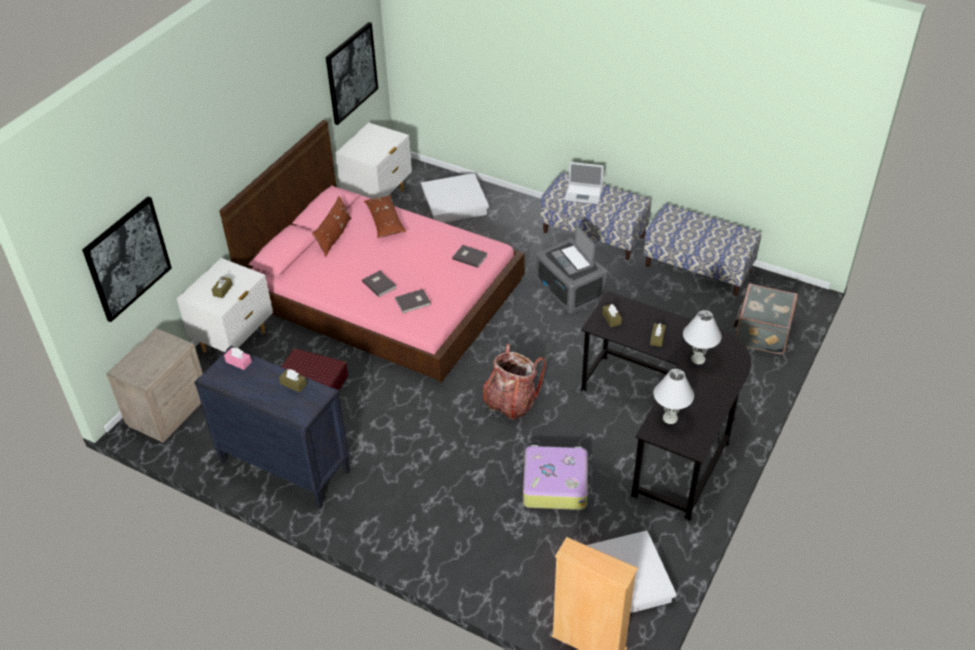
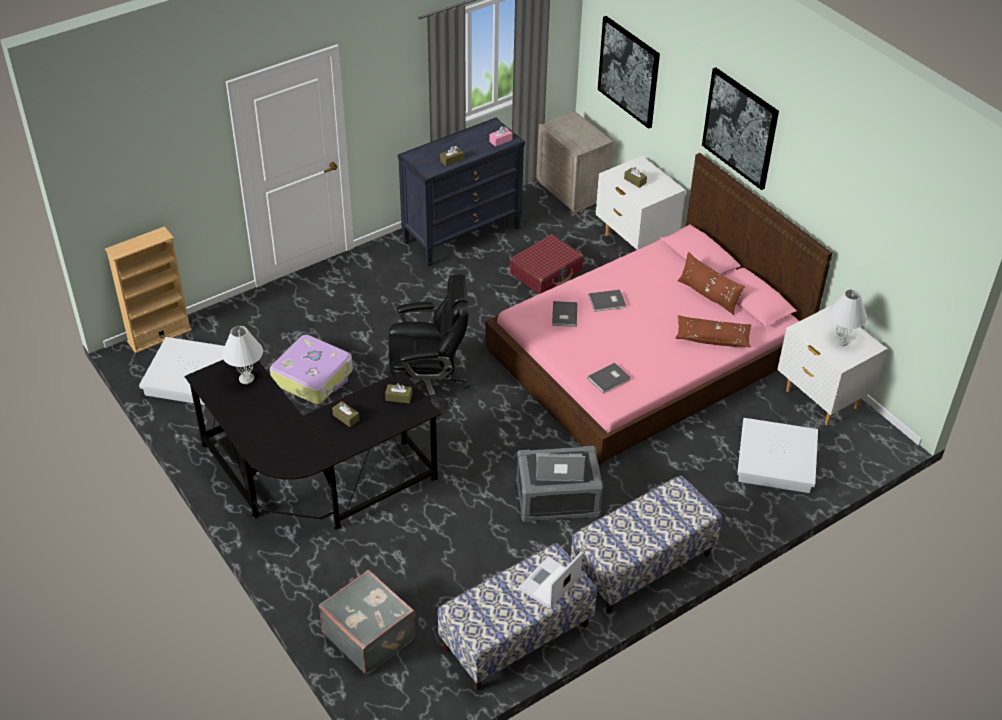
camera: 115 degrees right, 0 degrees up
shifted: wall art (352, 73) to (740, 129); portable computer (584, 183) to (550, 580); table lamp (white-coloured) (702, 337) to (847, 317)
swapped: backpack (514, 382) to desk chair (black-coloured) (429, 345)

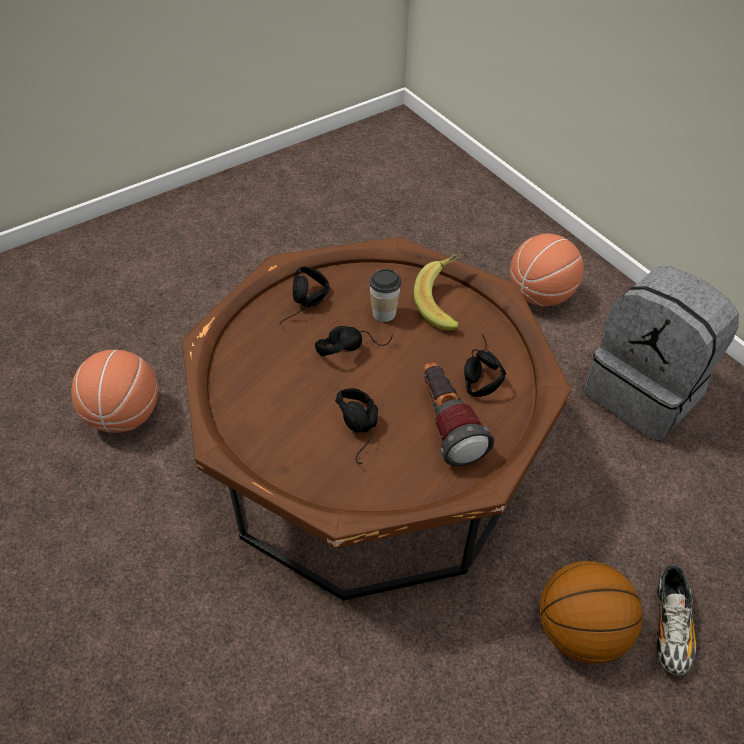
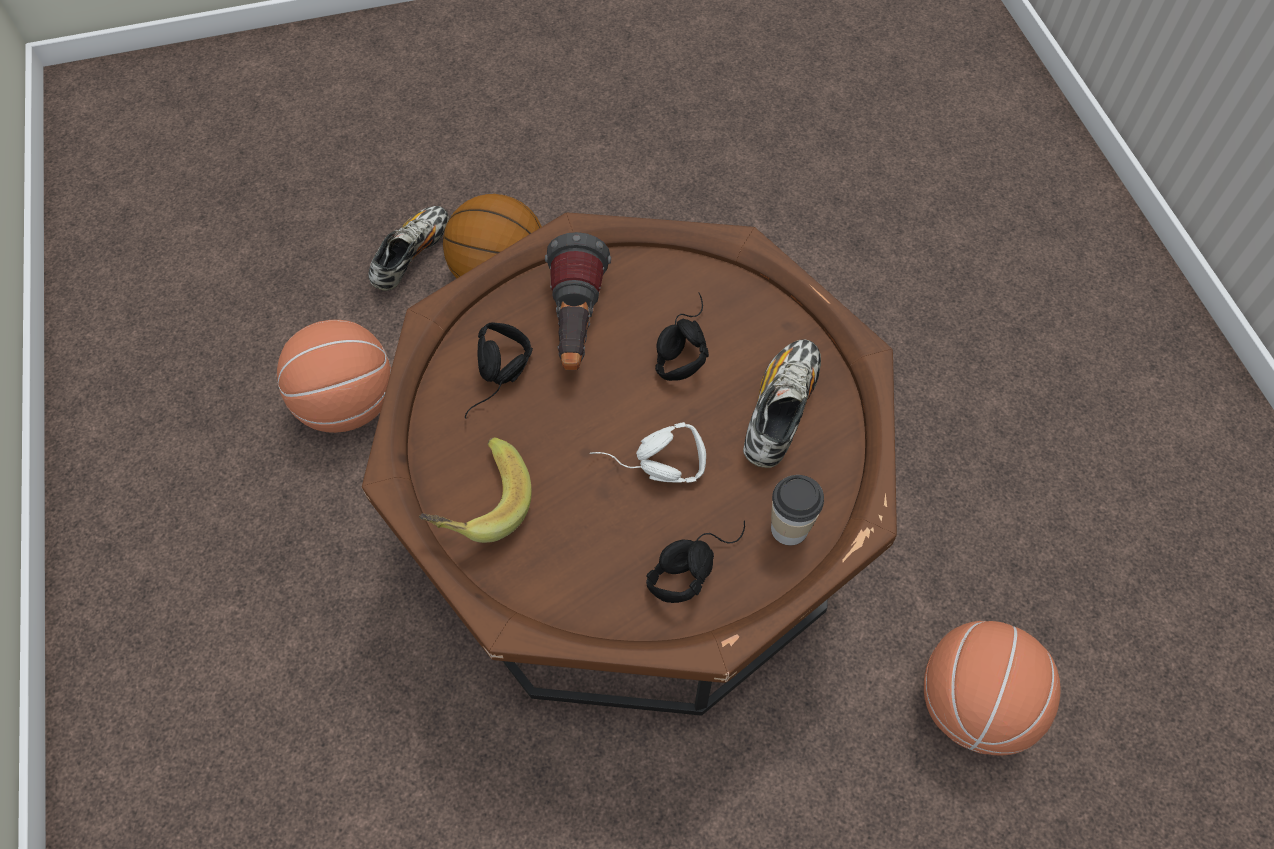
camera: 160 degrees left, 10 degrees up
gone: backpack (gray) (661, 353)
new: low shoe (782, 403)
shifted: drinking cup (385, 295) to (797, 510); basketball ball (547, 270) to (334, 376)
repainted: pair of headphones (black-coloured) (354, 341) to pair of headphones (white-coloured) (648, 452)

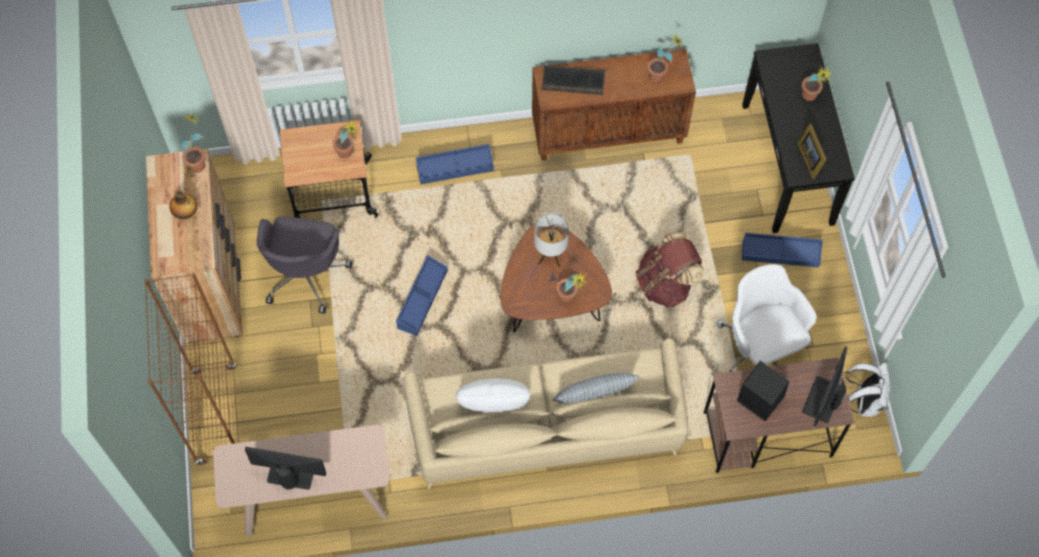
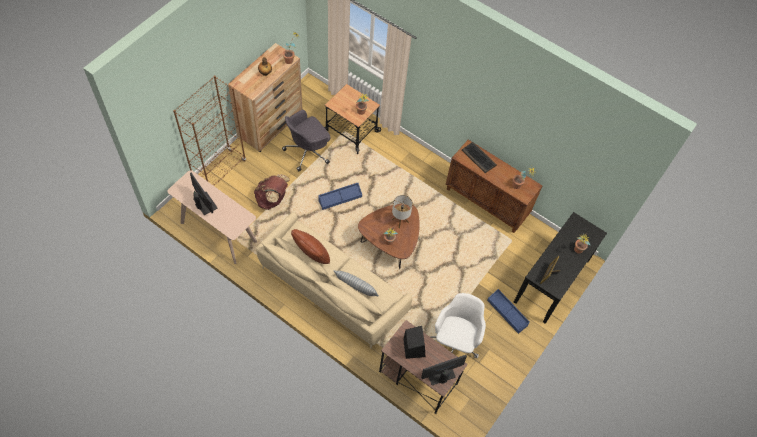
camera: 40 degrees right, 5 degrees down
gone: storage bin (blue) (455, 164); backpack (white-coloured) (868, 390)
shifted: backpack (brown) (670, 270) to (272, 192)
repainted: pillow (white-coloured) (493, 395) to pillow (brown) (310, 246)

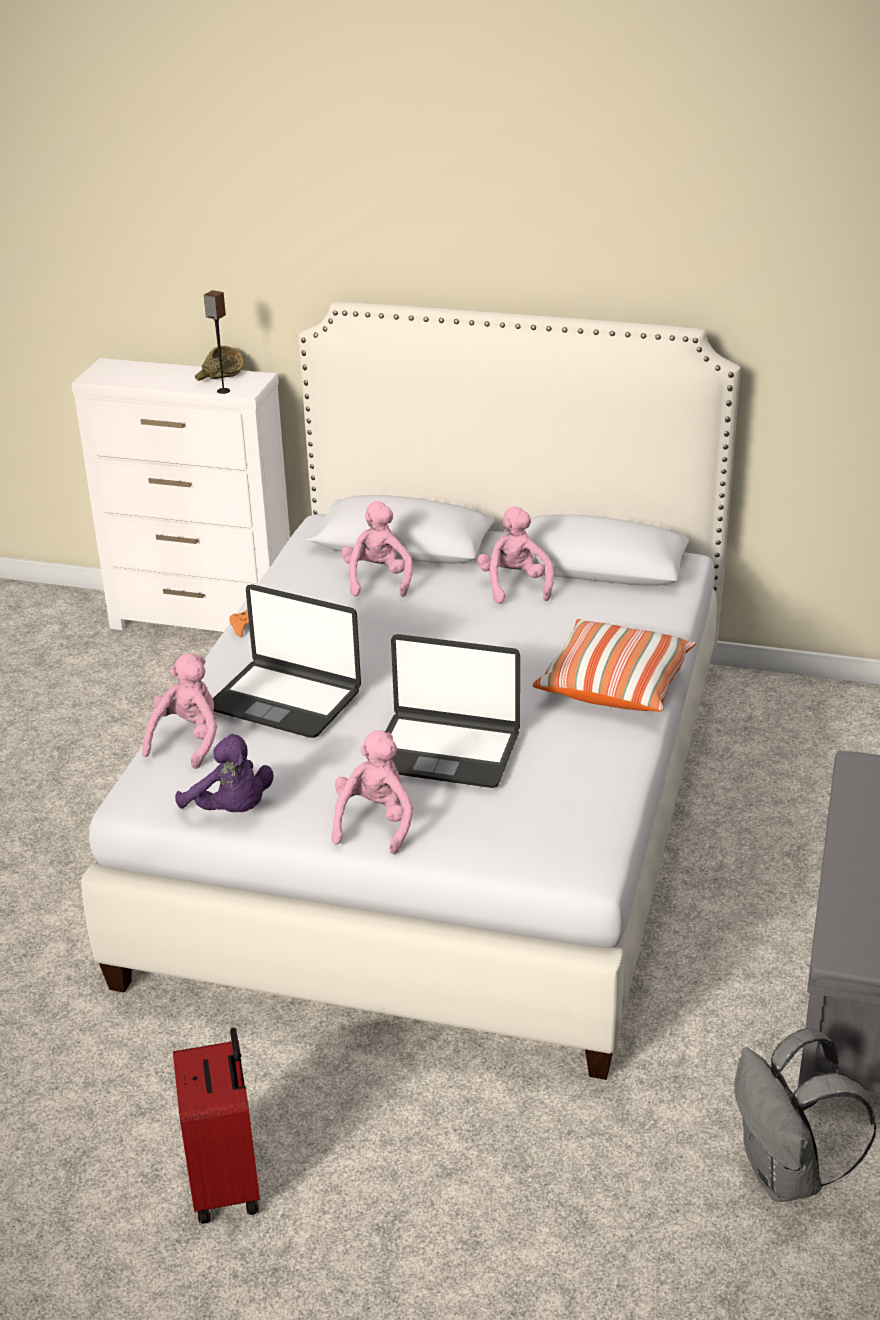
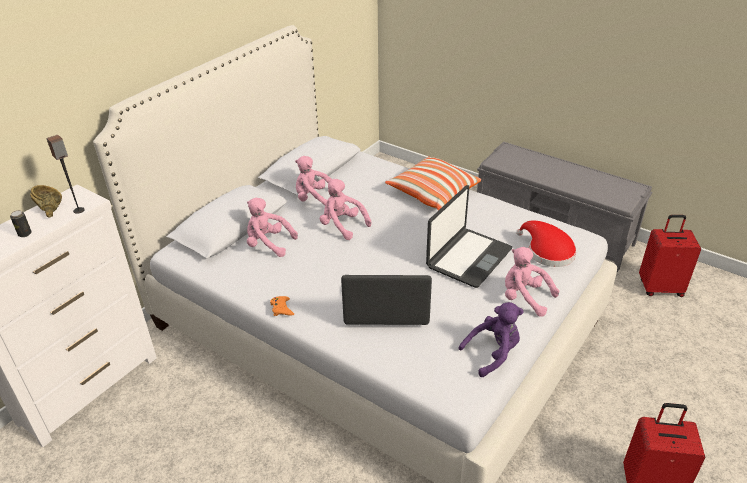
camera: 70 degrees left, 5 degrees up
new: sealed can (21, 223); wearable hat (red) (546, 243)
shifted: soft toy (pinkish) (179, 711) to (345, 209)
swapped: backpack (gray) (805, 1115) to piece of luggage (red) (670, 256)
rotated: portable computer (287, 661) = (386, 300) 135 degrees counterclockwise

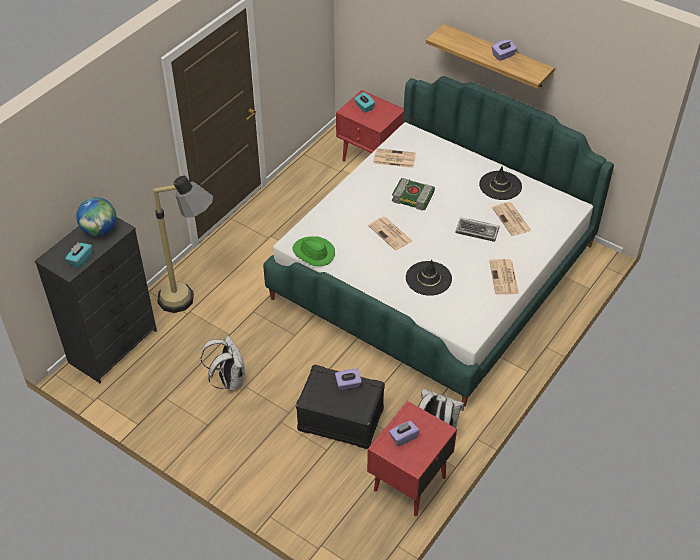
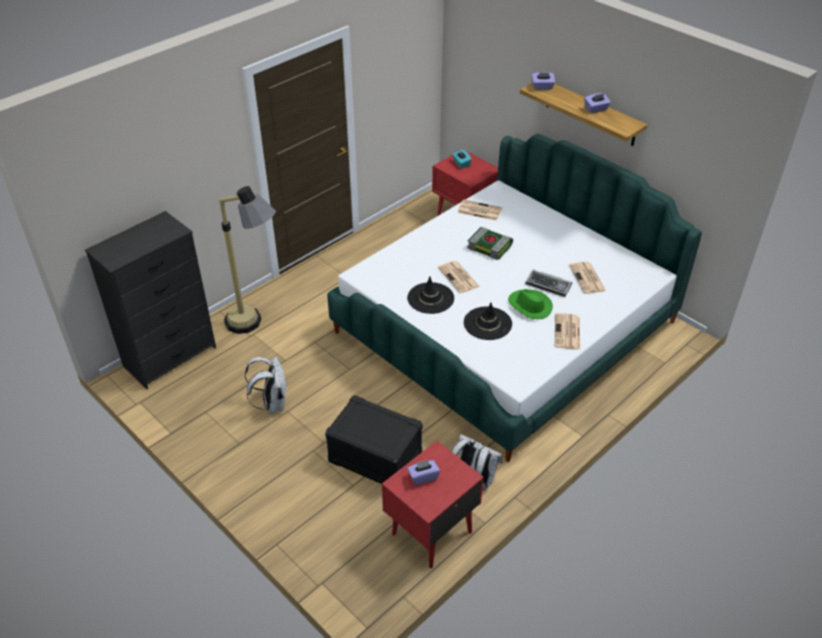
camera: 10 degrees right, 5 degrees down
gone: tissue box (blue-green) (78, 255); globe (96, 216)
shifted: wearable hat (green-coloured) (313, 251) to (530, 304); tissue box (purple-coloured) (348, 379) to (543, 81); wearable hat (black-coloured) (500, 183) to (430, 295)

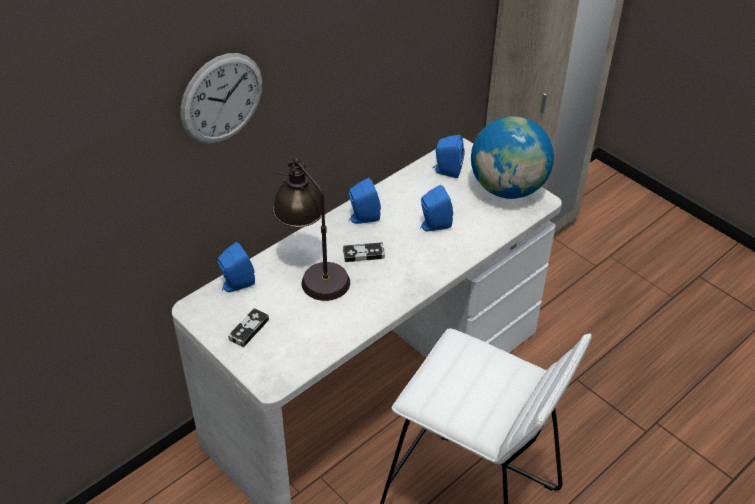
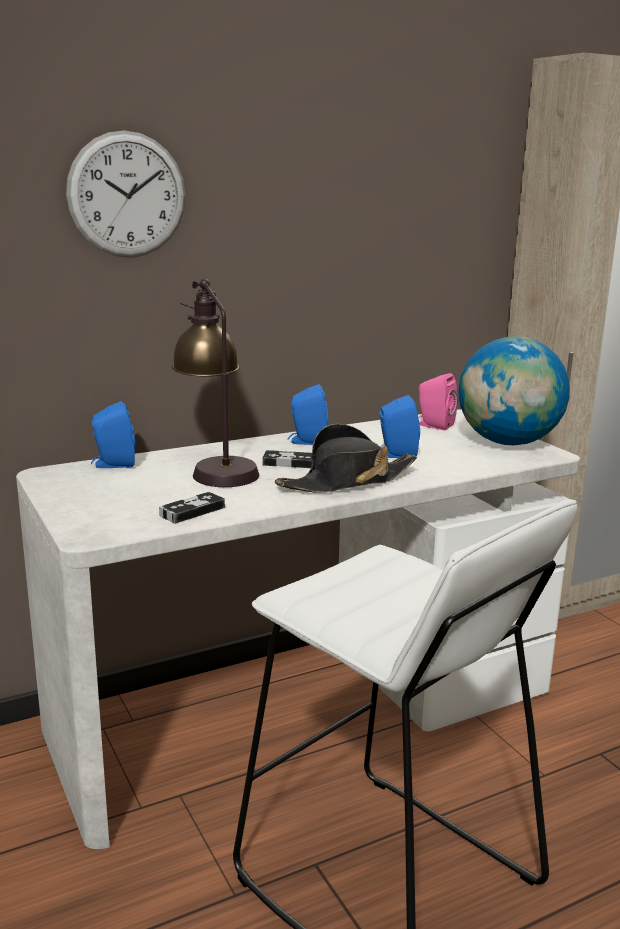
camera: 15 degrees right, 25 degrees down
new: wearable hat (black-coloured) (346, 458)
shifted: joypad (248, 327) to (192, 508)
repainted: speaker (blue) (449, 156) to speaker (pinkish) (438, 401)

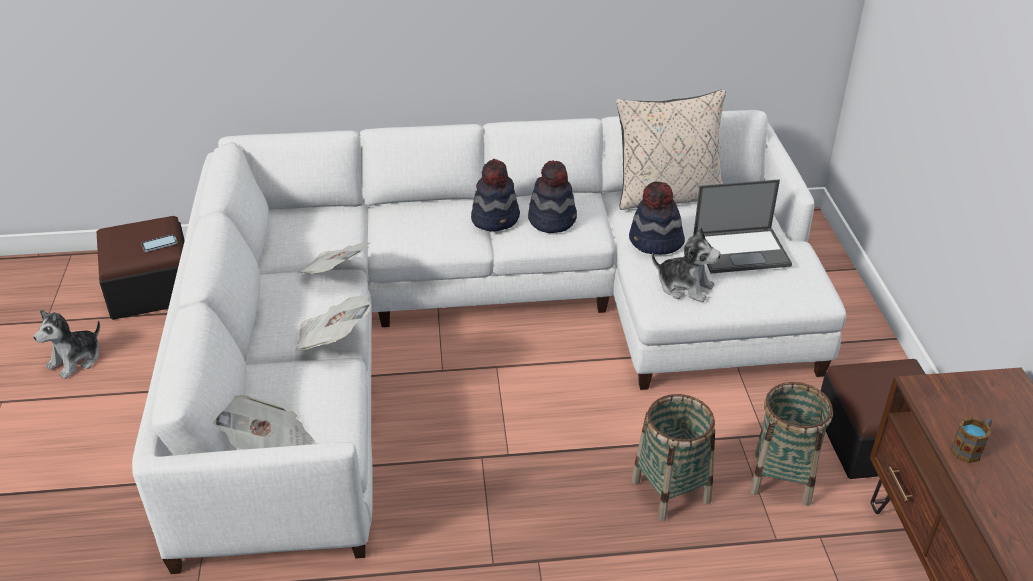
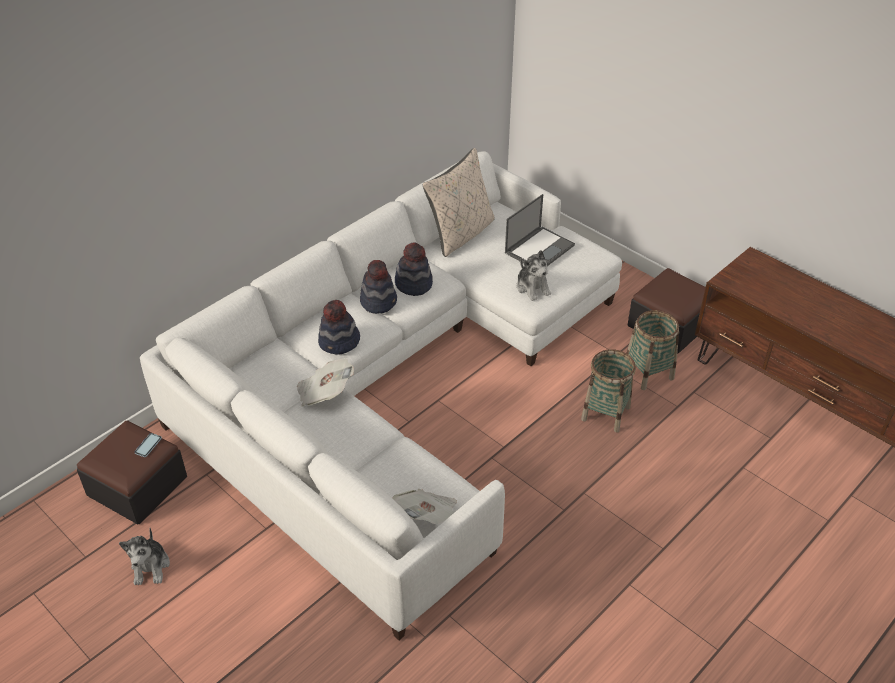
camera: 40 degrees left, 5 degrees up
gone: newspaper (333, 322); mug (971, 440)
shifted: wearable hat (657, 218) to (339, 327)
rotated: soft toy (686, 265) = (534, 275) 75 degrees clockwise

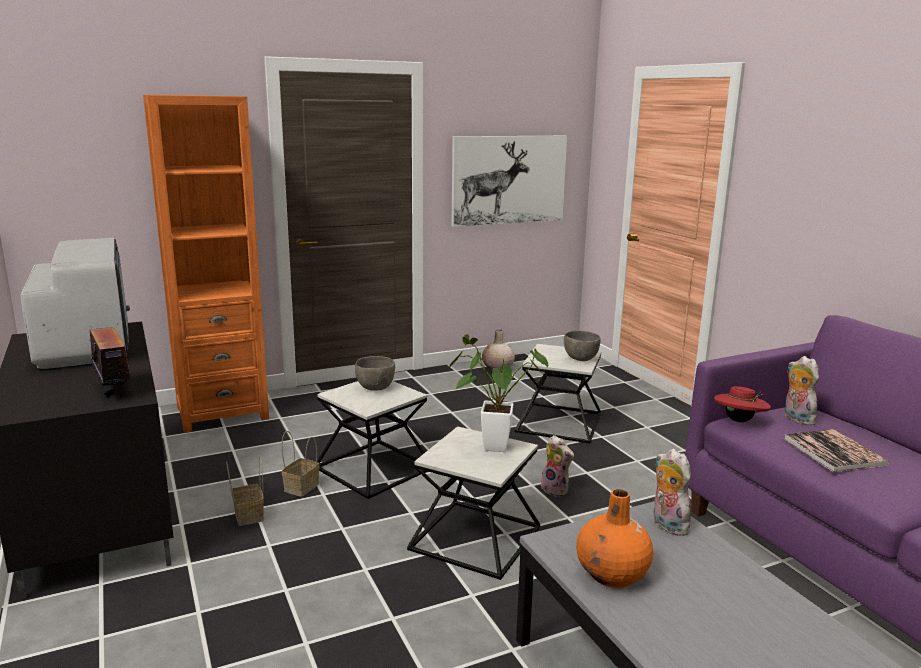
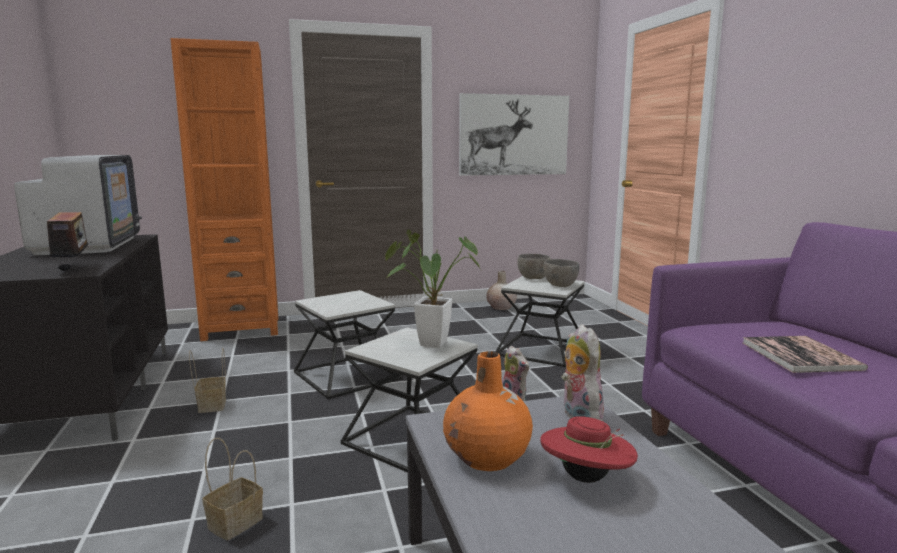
camera: 10 degrees right, 5 degrees down
gone: soft toy (802, 391)
shifted: storage basket (300, 464) to (232, 489); serving bowl (gray) (375, 373) to (534, 266); wearable hat (red) (742, 404) to (589, 449)

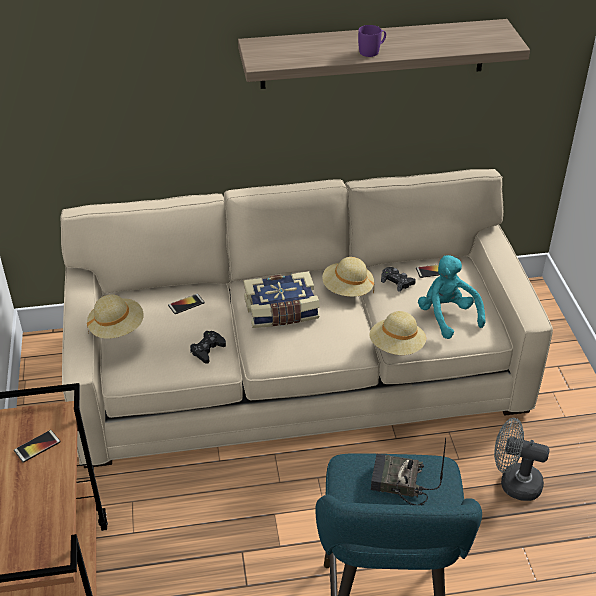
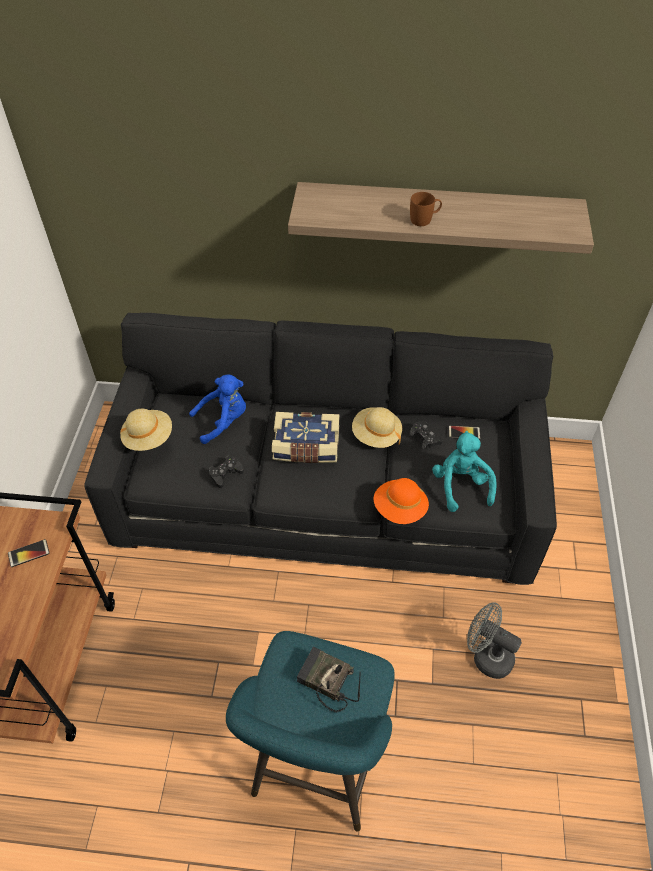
camera: 15 degrees right, 10 degrees up
swapped: telephone (186, 304) to soft toy (blue) (217, 409)
repainted: settee (beige) (306, 318) to settee (black-coloured) (320, 449); mug (purple-coloured) (372, 41) to mug (brown) (426, 209); wearable hat (beige) (397, 333) to wearable hat (orange-coloured) (401, 501)

